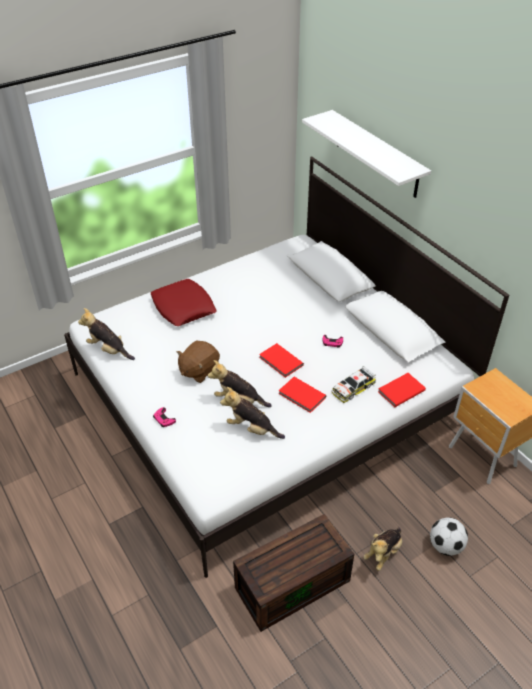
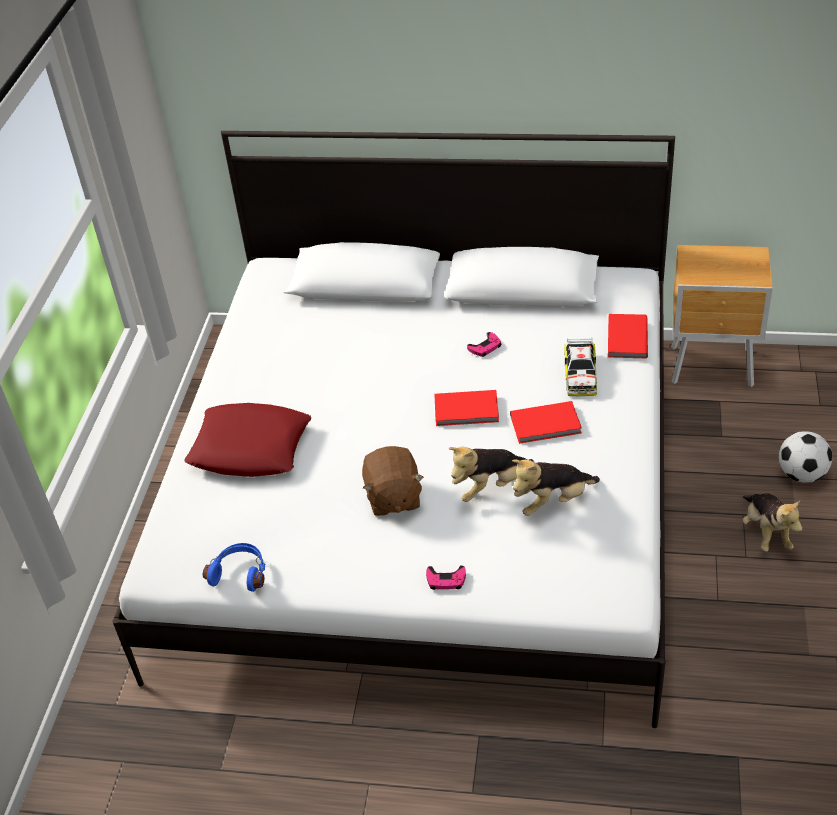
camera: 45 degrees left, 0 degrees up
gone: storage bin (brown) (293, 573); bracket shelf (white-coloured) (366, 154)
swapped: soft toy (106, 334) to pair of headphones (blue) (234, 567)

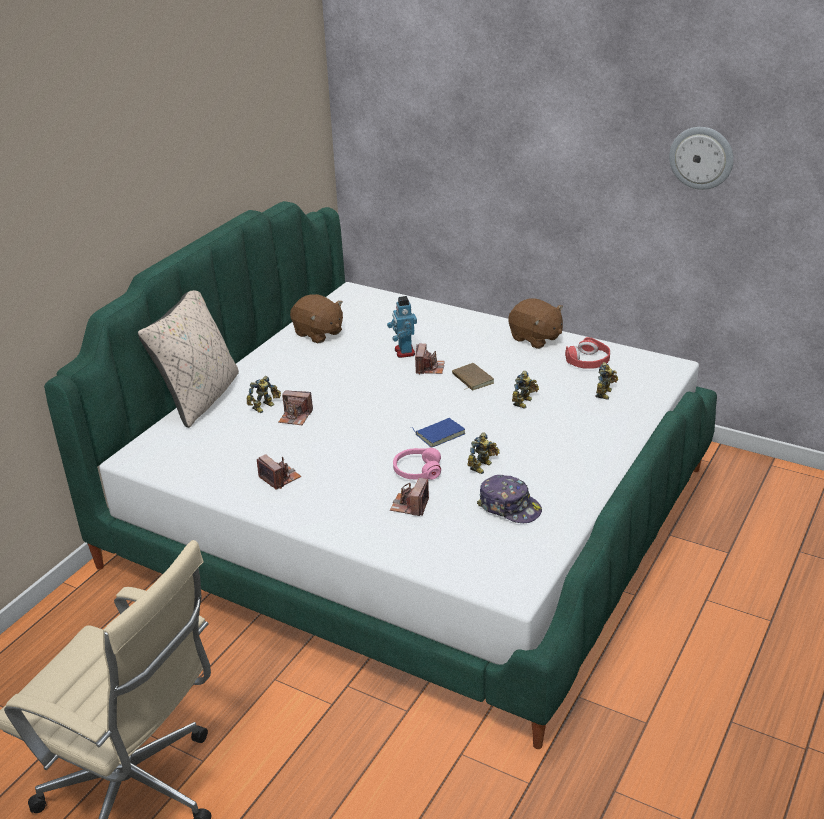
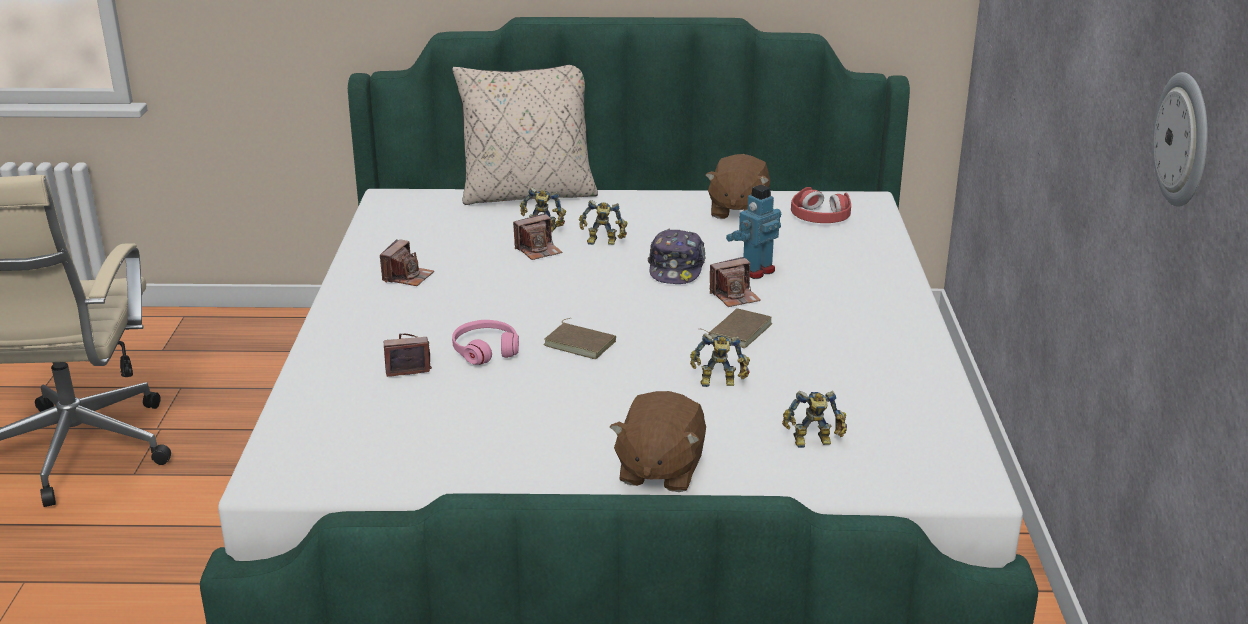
camera: 60 degrees right, 5 degrees down
shifted: model robot (483, 453) to (603, 222); peaked cap (509, 499) to (676, 256); soft toy (brown) (535, 323) to (658, 441); pair of headphones (red) (587, 353) to (821, 205)
repainted: volume (blue) (438, 433) to volume (brown) (580, 338)
rotated: still camera (295, 407) = (537, 236) 105 degrees counterclockwise

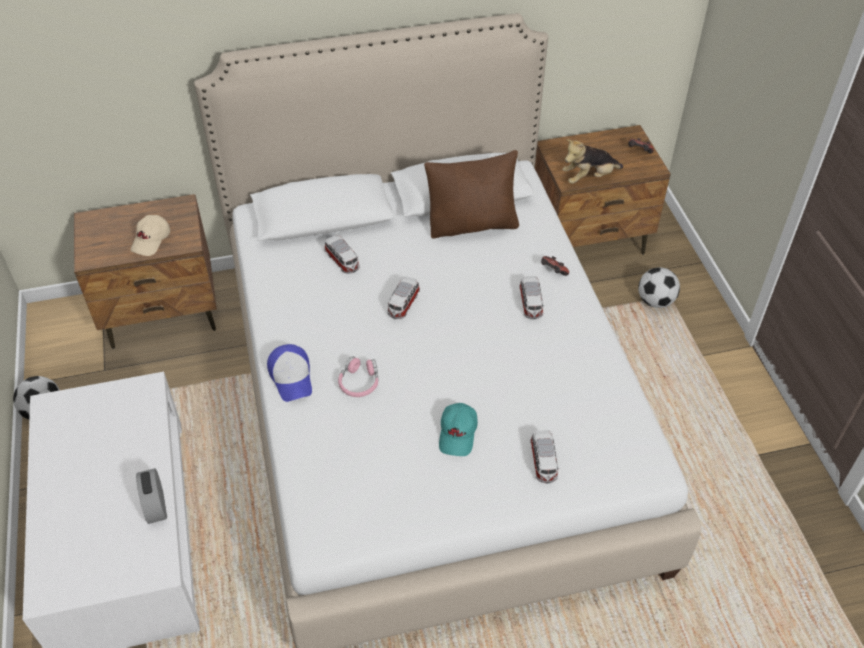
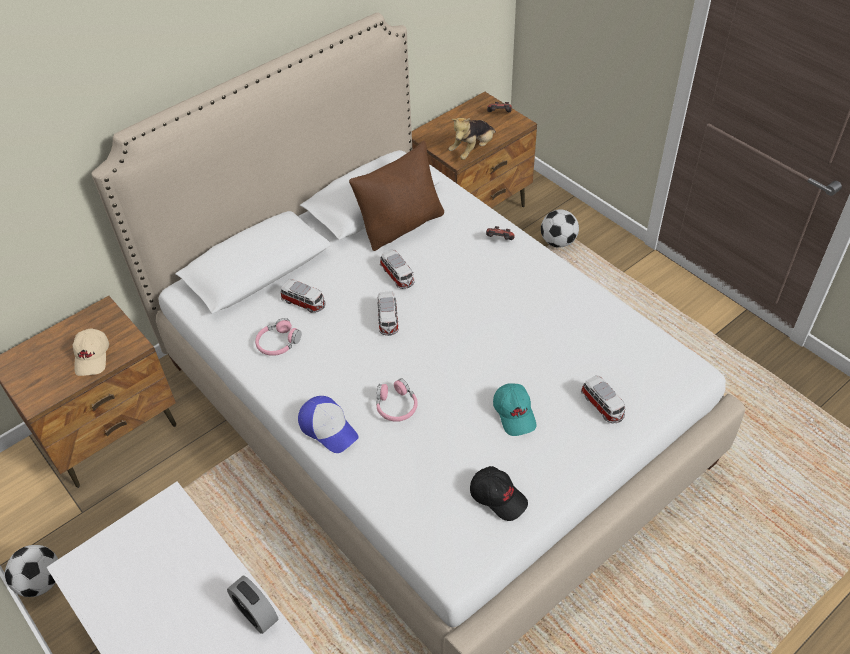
camera: 25 degrees left, 0 degrees up
new: pair of headphones (pinkish) (278, 337); peaked cap (black-coloured) (499, 493)
shifted: model car (531, 297) to (397, 269)

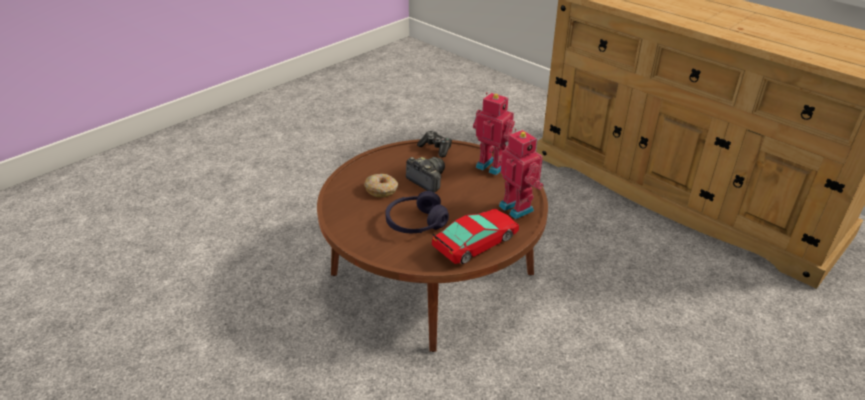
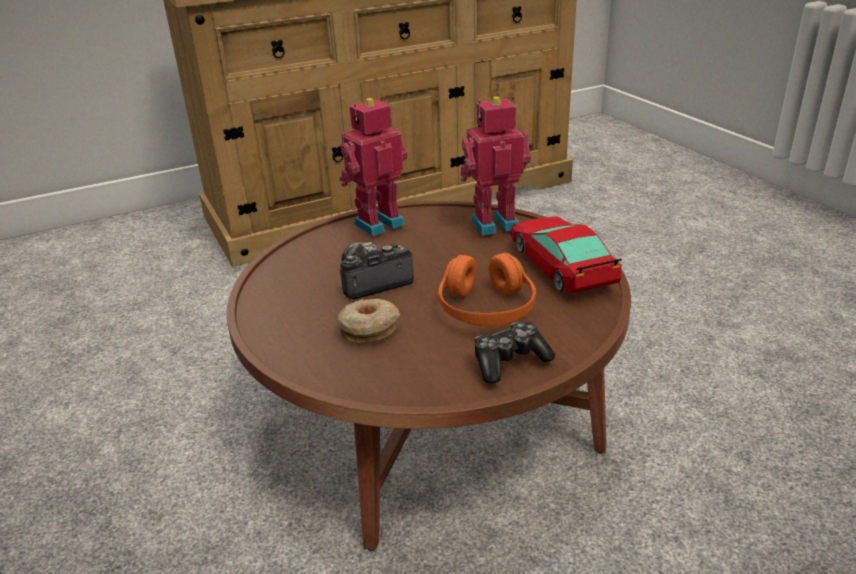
camera: 70 degrees left, 5 degrees down
shifted: joypad (434, 144) to (514, 353)
repainted: pair of headphones (purple-coloured) (417, 212) to pair of headphones (orange-coloured) (487, 290)

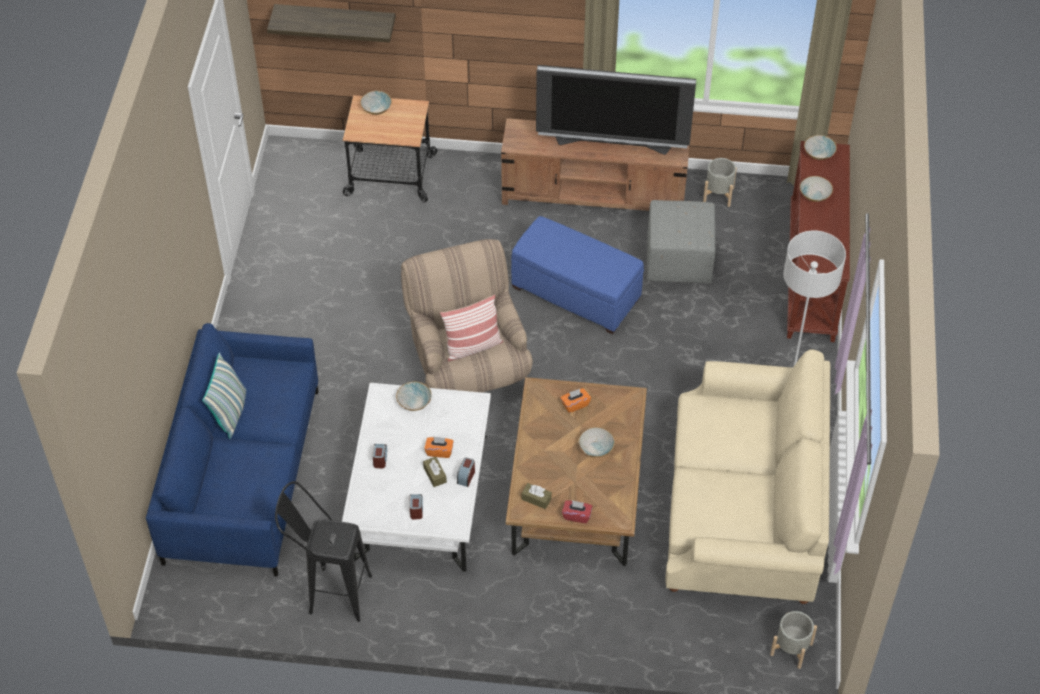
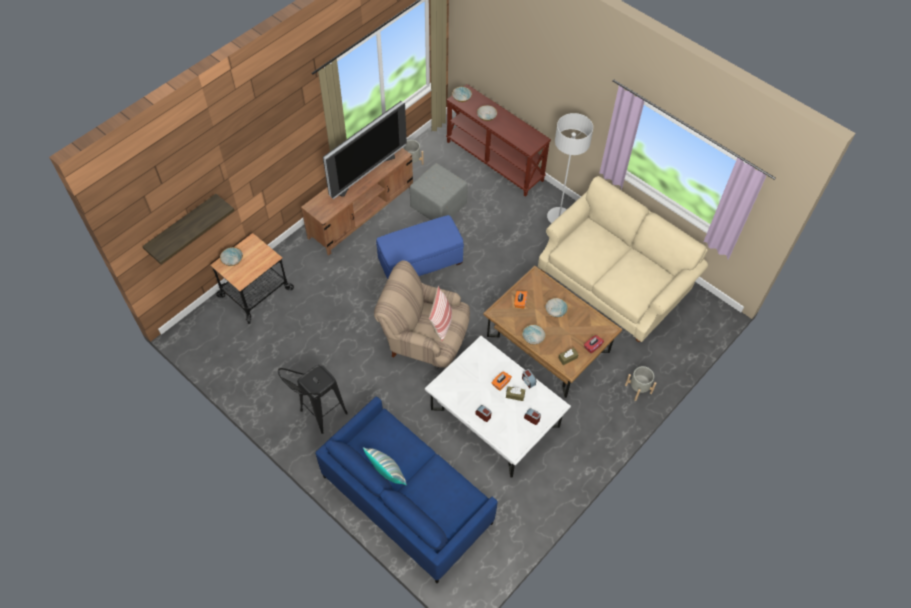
camera: 55 degrees left, 5 degrees up
shifted: sitting stool (black-coloured) (323, 551) to (313, 399); serving bowl (414, 396) to (534, 335); planter (gray) (793, 640) to (640, 383)

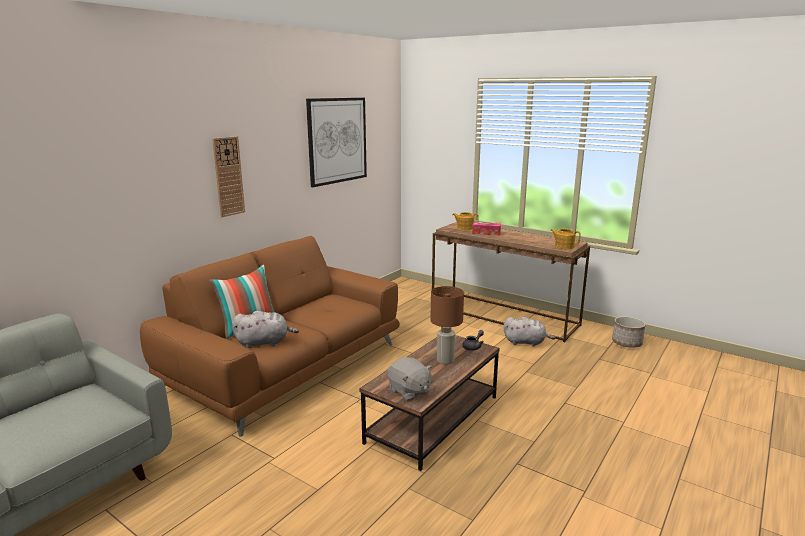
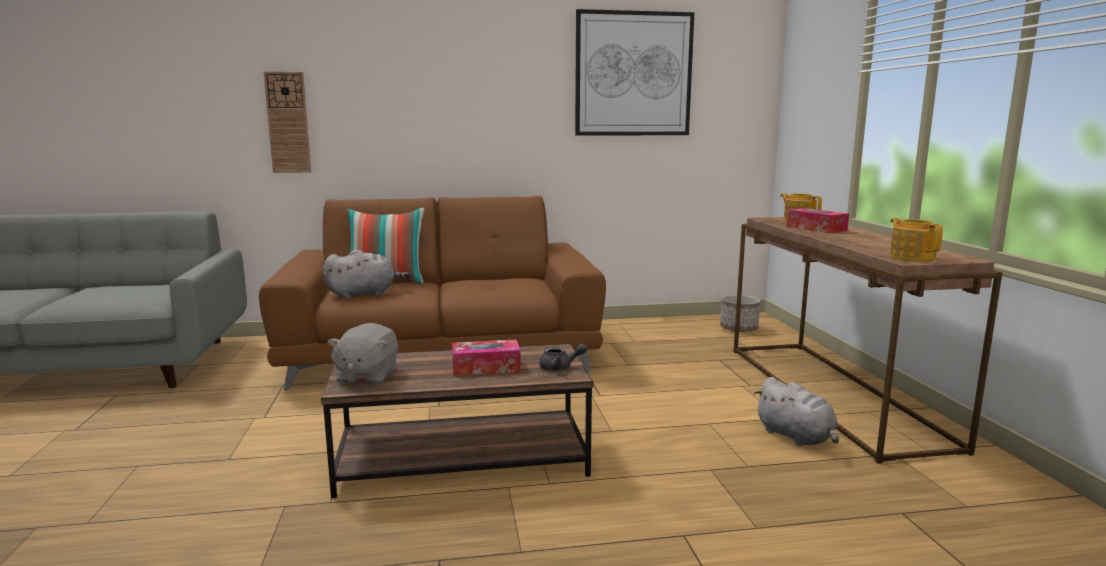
camera: 45 degrees right, 5 degrees down
shifted: wall clock (228, 176) to (287, 122); planter (629, 332) to (740, 313)
swapped: table lamp (brown) (447, 325) to tissue box (486, 357)
rotated: soft toy (gray) (266, 329) = (366, 274) 60 degrees counterclockwise

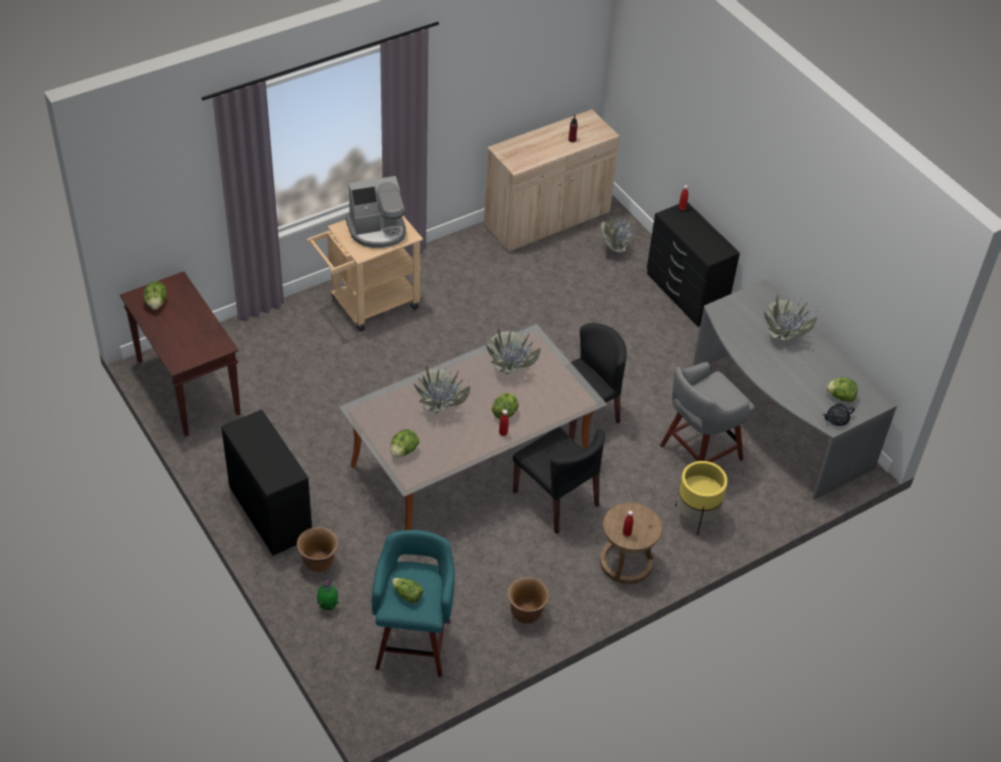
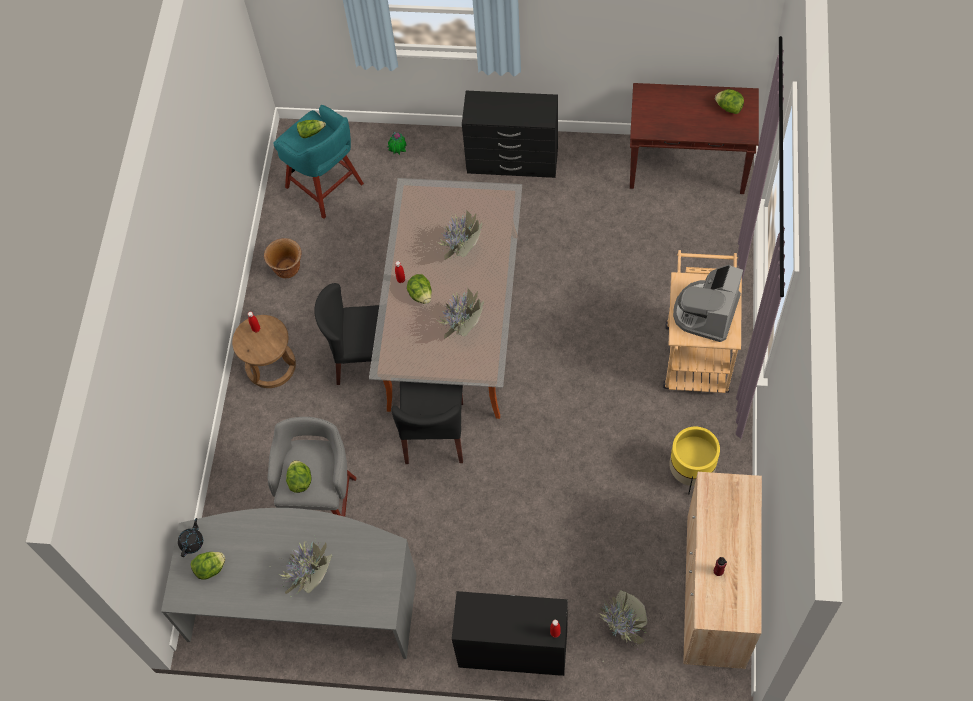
camera: 135 degrees right, 15 degrees up
gone: planter (brown) (318, 549)
shifted: lettuce head (404, 444) to (298, 476); planter (yellowish) (702, 498) to (694, 461)

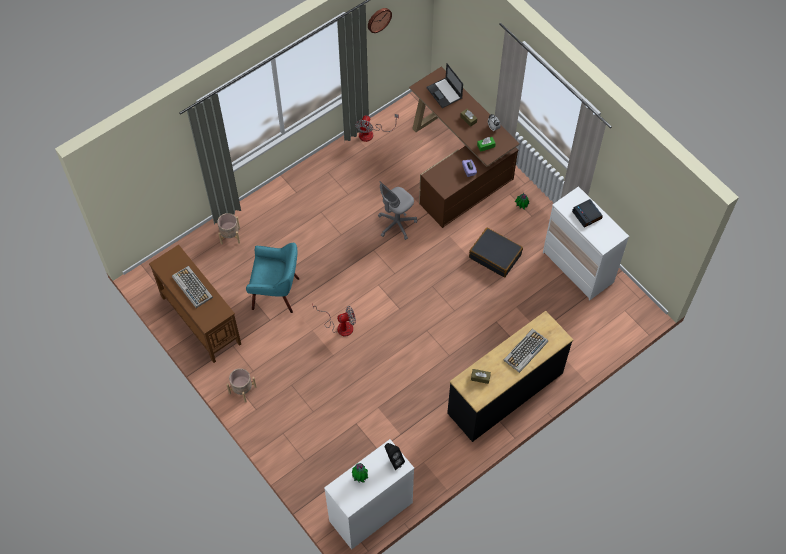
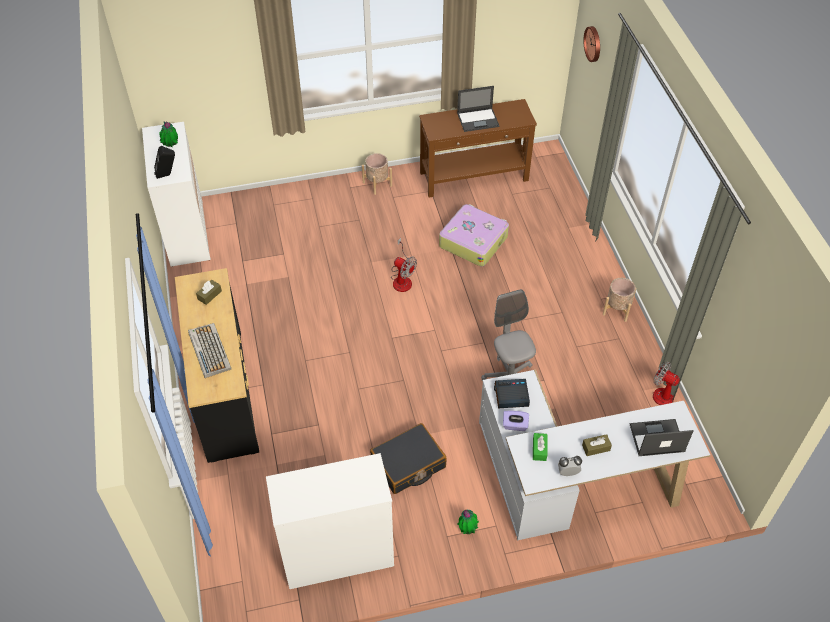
camera: 115 degrees right, 10 degrees down
shifted: planter (beige) (228, 229) to (619, 300); wall clock (380, 20) to (591, 44); alarm clock (587, 213) to (512, 393)
swapped: computer keyboard (192, 287) to portable computer (478, 109); lounge chair (blue-green) (273, 278) to piece of luggage (474, 235)
repainted: desk unit (brown) (464, 147) to desk unit (white-coloured) (594, 454)
rotated: fan (334, 319) = (404, 265) 60 degrees counterclockwise

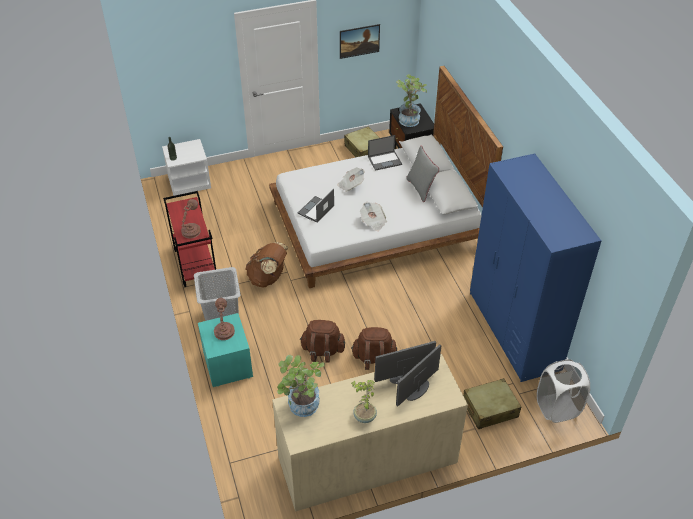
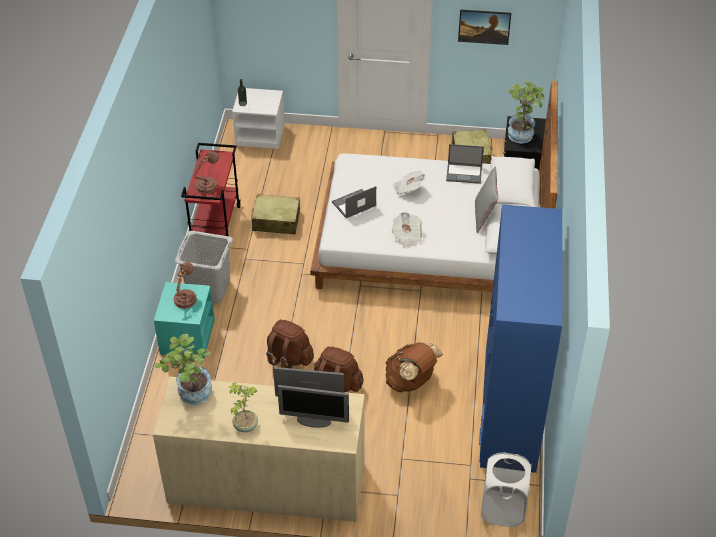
camera: 25 degrees right, 0 degrees up
shifted: backpack (brown) (267, 264) to (414, 367); piece of luggage (beige) (492, 403) to (275, 214)
rotated: computer screen (418, 375) = (313, 406) 150 degrees counterclockwise

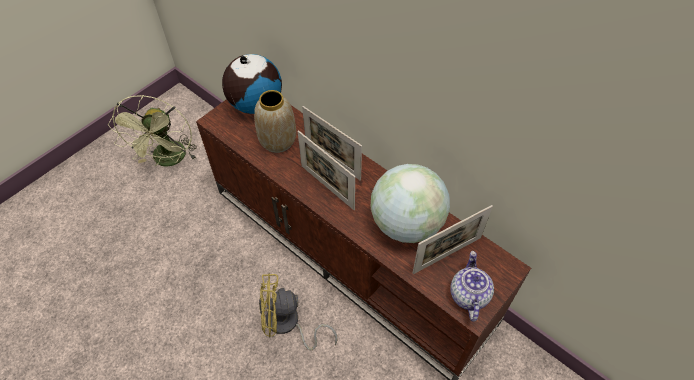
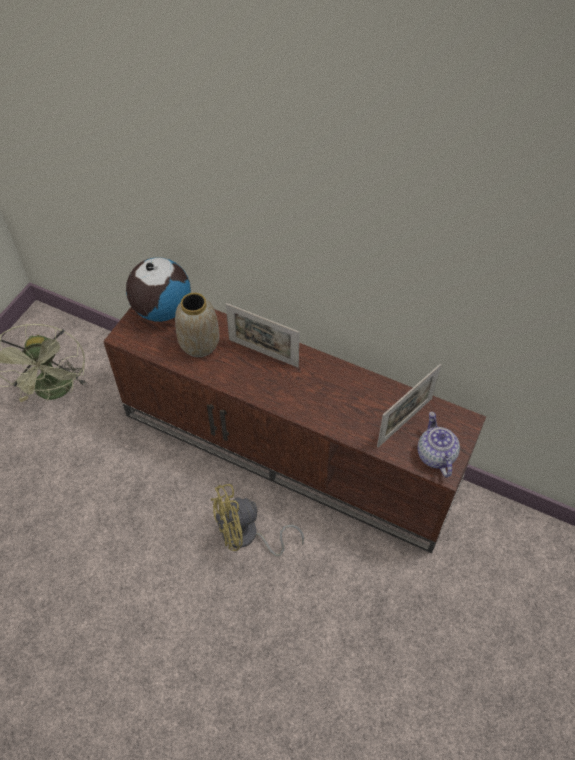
camera: 15 degrees left, 0 degrees up
gone: photo frame (326, 170); globe (410, 203)

